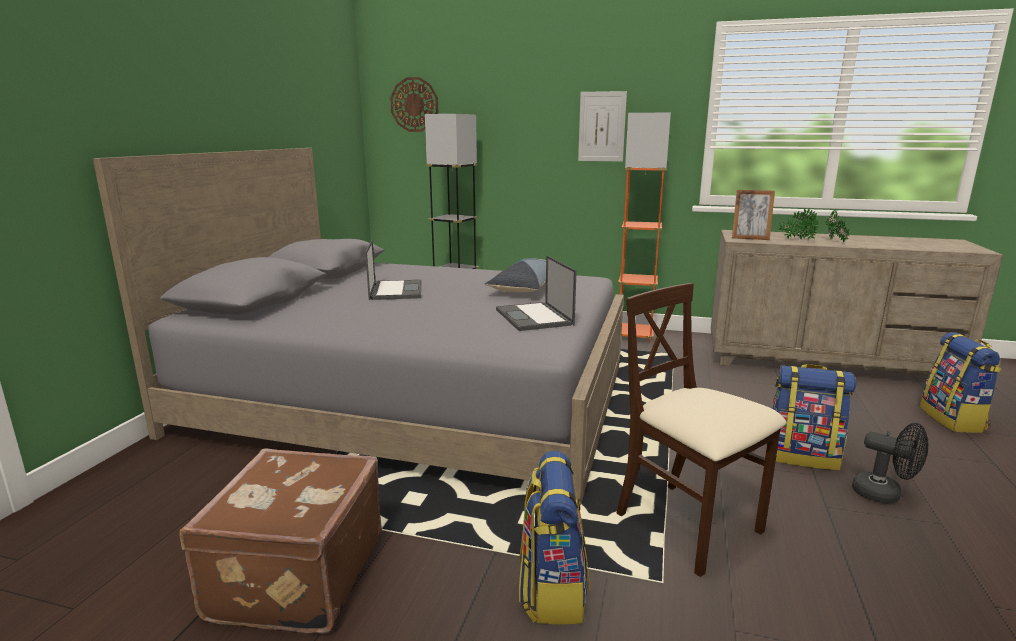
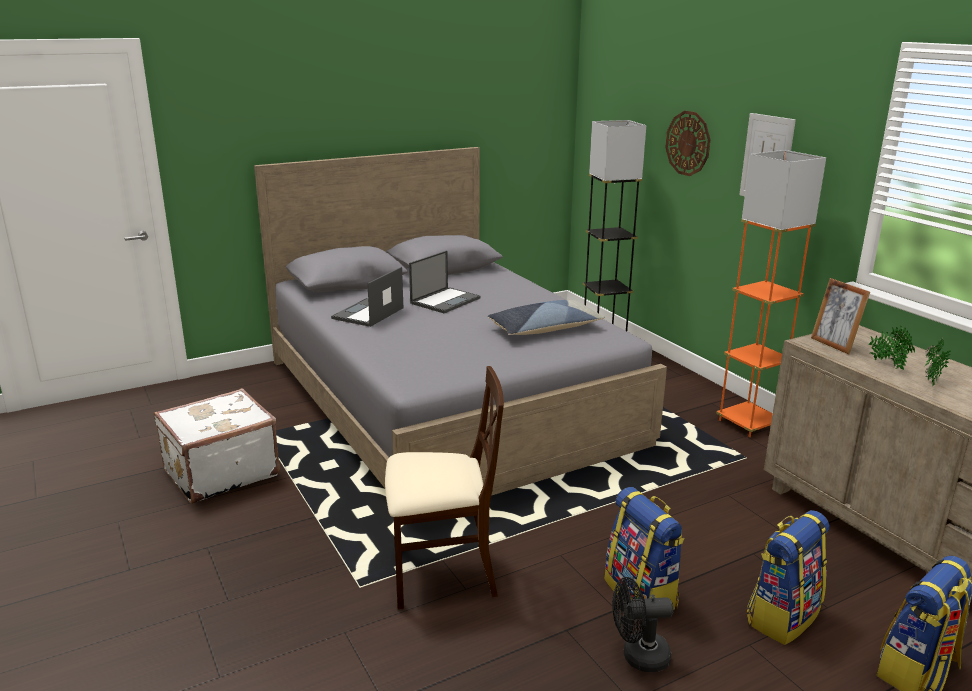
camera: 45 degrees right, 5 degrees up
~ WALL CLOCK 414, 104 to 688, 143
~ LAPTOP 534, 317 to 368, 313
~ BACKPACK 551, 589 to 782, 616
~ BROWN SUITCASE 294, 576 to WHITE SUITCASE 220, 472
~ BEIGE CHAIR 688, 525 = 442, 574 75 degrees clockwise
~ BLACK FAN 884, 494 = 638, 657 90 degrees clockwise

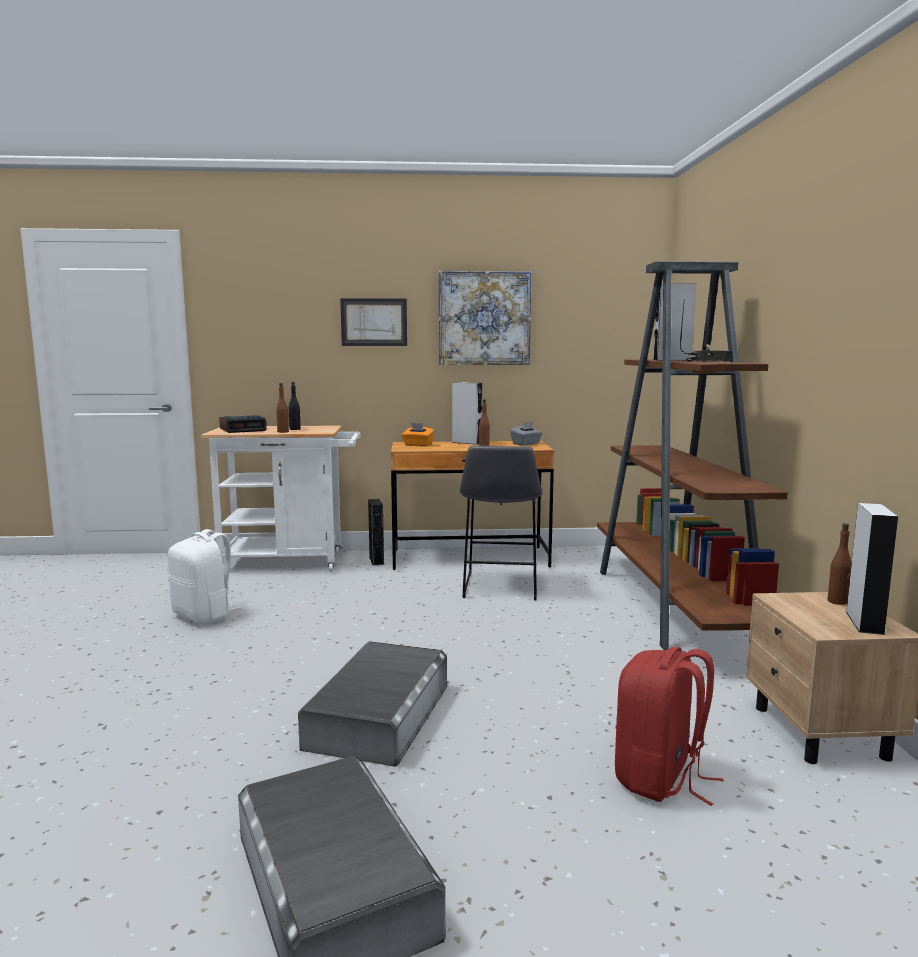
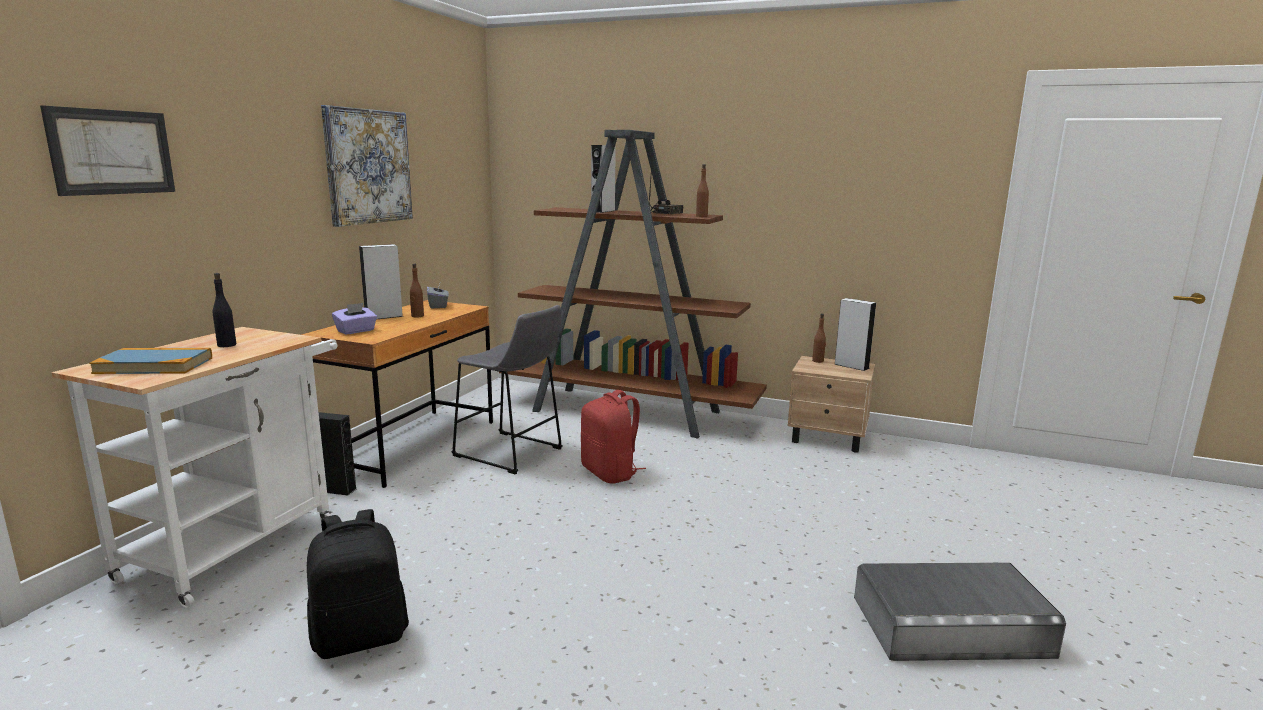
camera: 65 degrees left, 5 degrees up
- GREY STORAGE BOX 379, 716
~ BROWN BOTTLE 283, 432 to 701, 216
~ PICTURE 374, 322 to 112, 152
~ RED BACKPACK 660, 779 to 610, 473
~ ALARM CLOCK 243, 430 to BOOK 154, 365
~ WHITE BACKPACK 204, 616 to BLACK BACKPACK 361, 637
~ ORANGE TISSUE BOX 418, 445 to PURPLE TISSUE BOX 356, 331

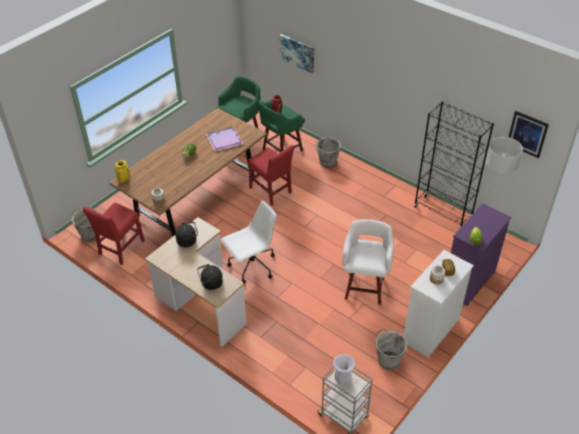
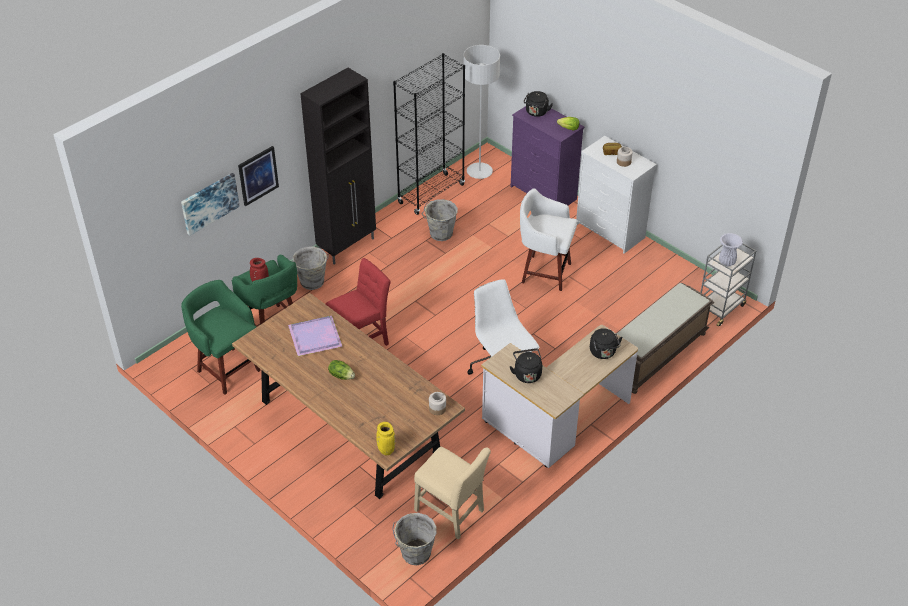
camera: 85 degrees left, 0 degrees up
+ BLACK CABINET 347, 246
+ BLACK KETTLE 536, 113
+ BROWN BENCH 656, 354
~ GREY BUCKET 388, 360 to 440, 234
~ PICTURE 527, 134 to 258, 175
~ RED CHAIR 120, 249 to BEIGE CHAIR 451, 513

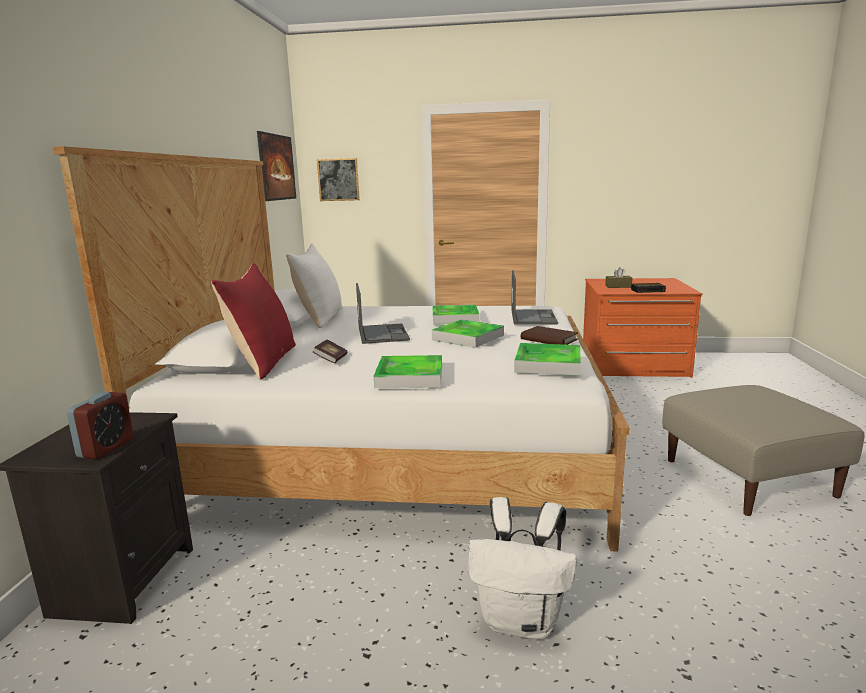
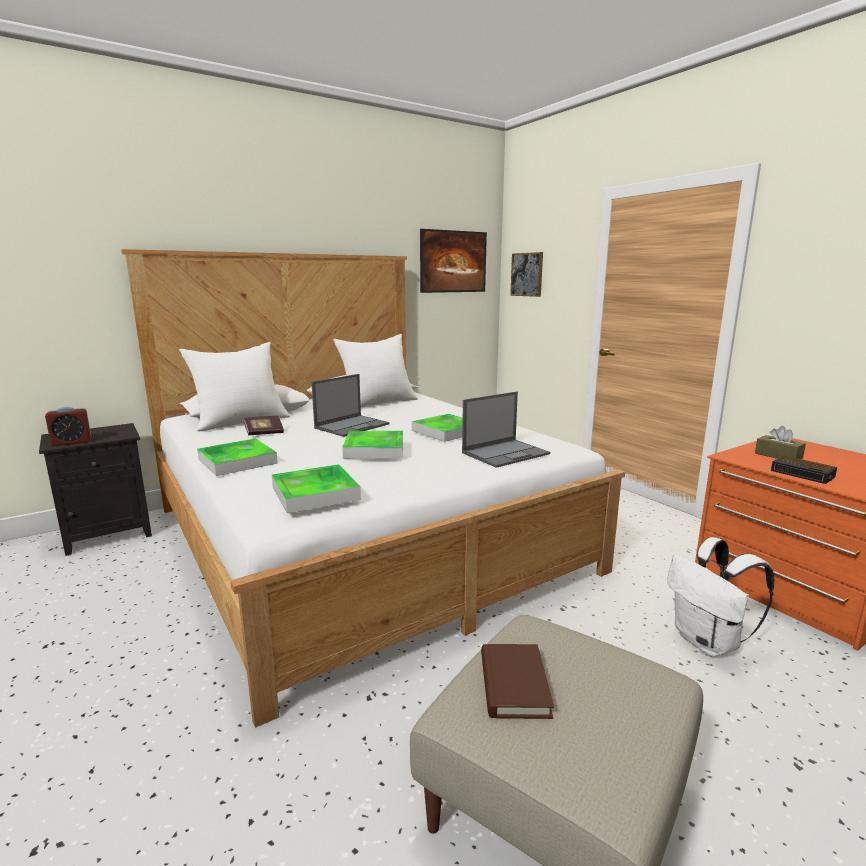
camera: 50 degrees right, 0 degrees up
~ WHITE BACKPACK 521, 621 to 708, 642
~ BROWN BOOK 548, 339 to 514, 684
~ RED PILLOW 264, 362 to WHITE PILLOW 241, 422

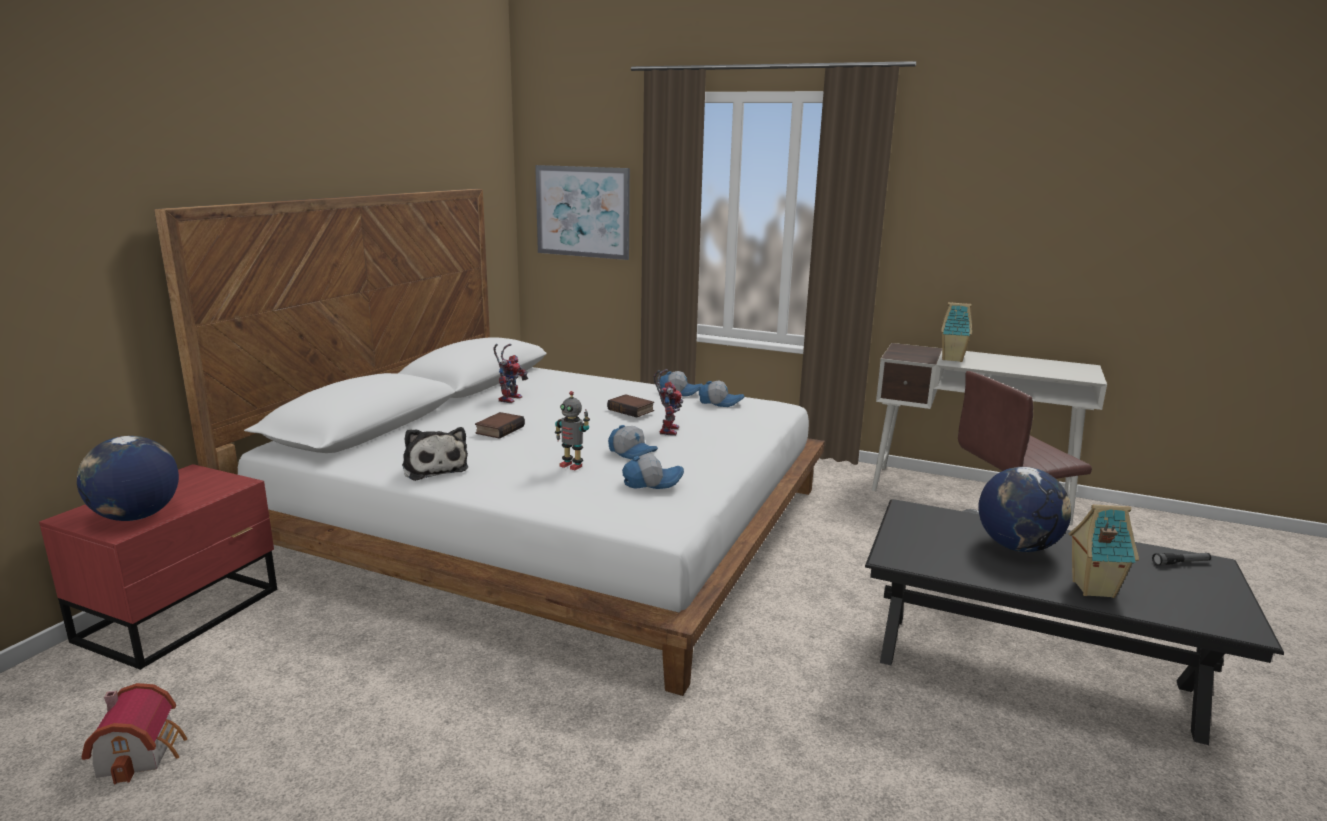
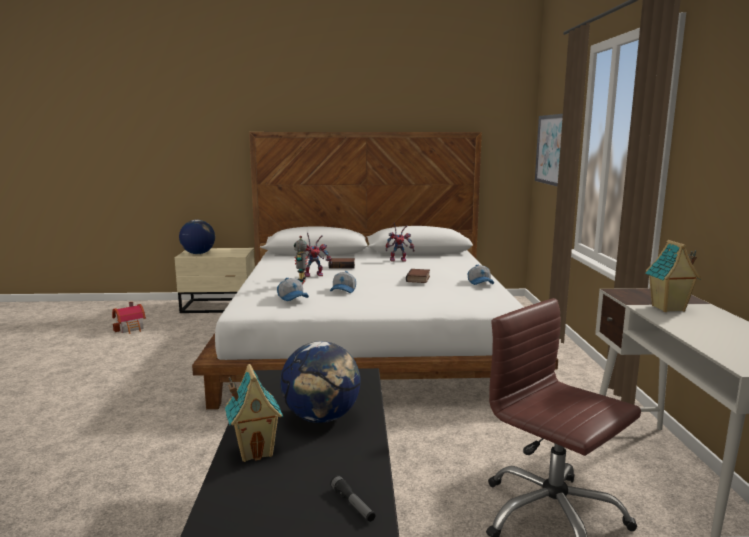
camera: 65 degrees right, 5 degrees down
- PLUSH TOY 434, 468
- CAP 720, 402
~ TOY ROBOT 667, 429 to 315, 274
~ RED NIGHTSTAND 184, 614 to BEIGE NIGHTSTAND 220, 306

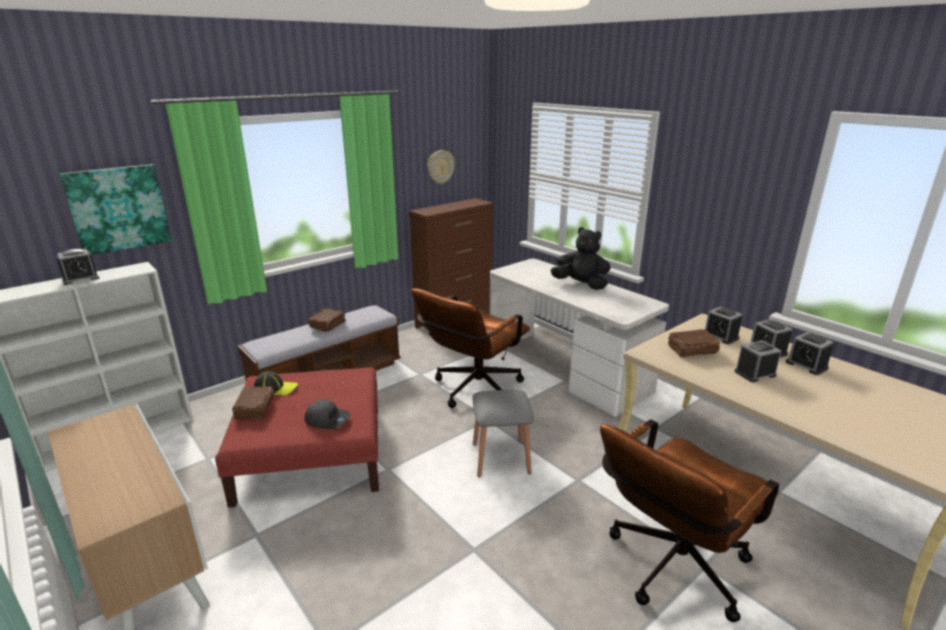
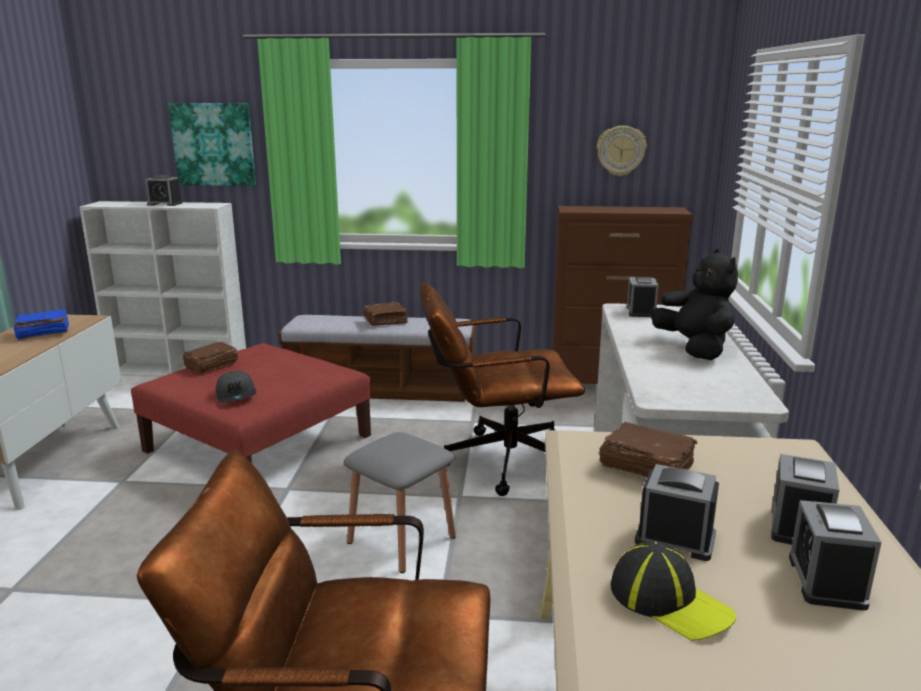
camera: 45 degrees right, 5 degrees down
+ BLUE BOOK 42, 333
~ CAP 275, 388 to 669, 601
~ ALARM CLOCK 720, 336 to 641, 311

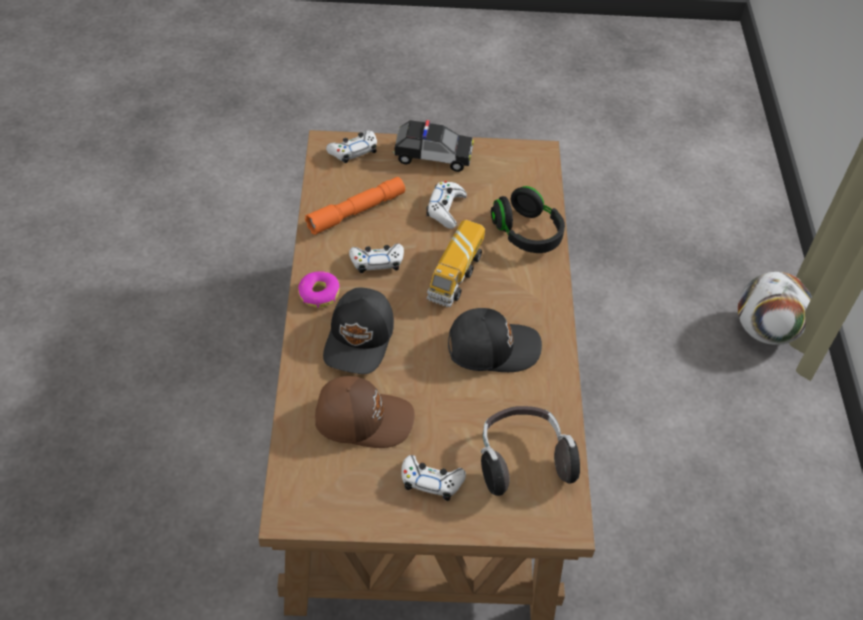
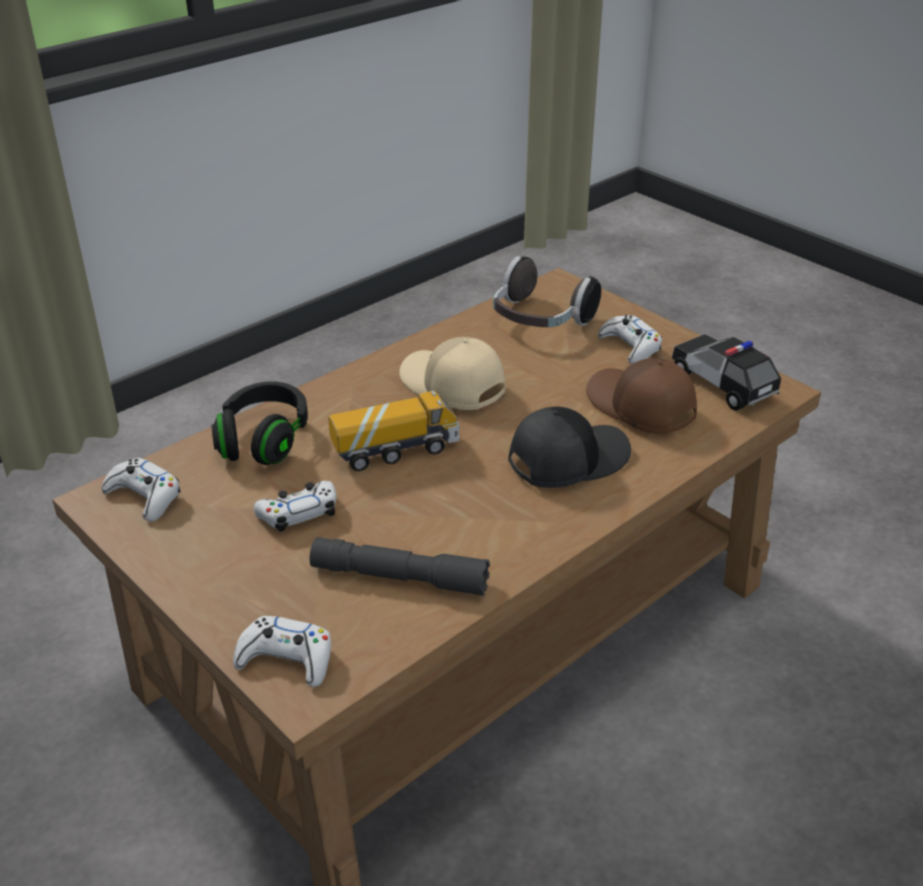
camera: 130 degrees left, 15 degrees down
- DONUT 319, 294
- FOOTBALL 765, 330
~ WHITE GAME CONTROLLER 377, 261 to 144, 497
~ TOY CAR 432, 156 to 723, 385
~ ORANGE FLASHLIGHT 356, 211 to GREY FLASHLIGHT 399, 577
~ BLACK CAP 491, 347 to BEIGE CAP 452, 386

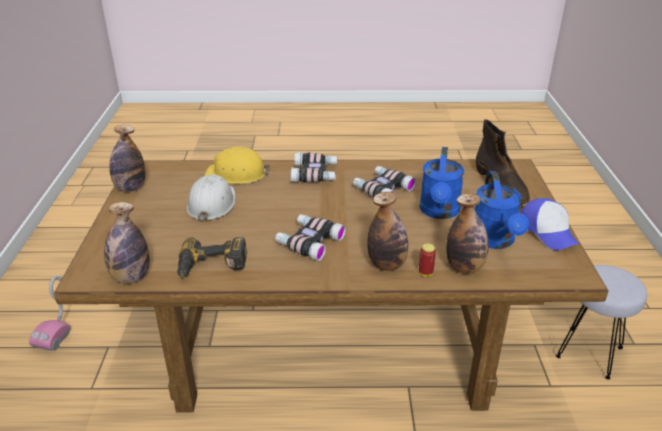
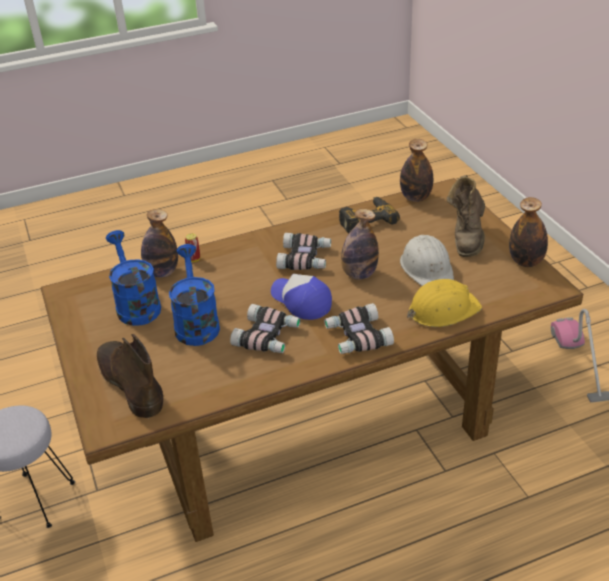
camera: 160 degrees right, 5 degrees up
+ BROWN BOOT 467, 238
~ BOTTLE 387, 264 to 359, 274
~ CAP 548, 231 to 301, 301

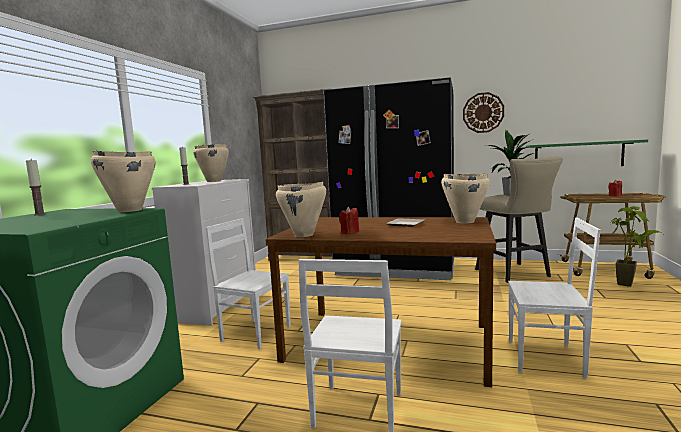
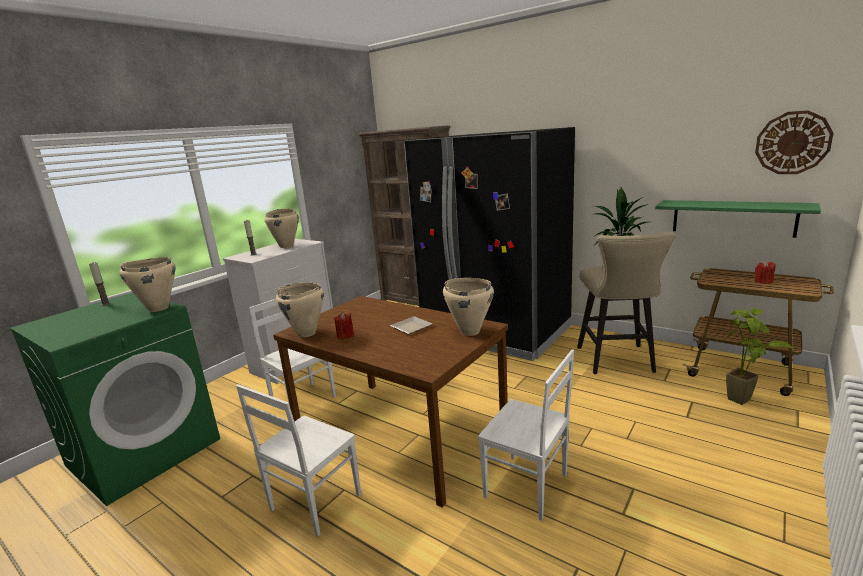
camera: 20 degrees right, 10 degrees up
~ WALL CLOCK 483, 112 to 792, 143

